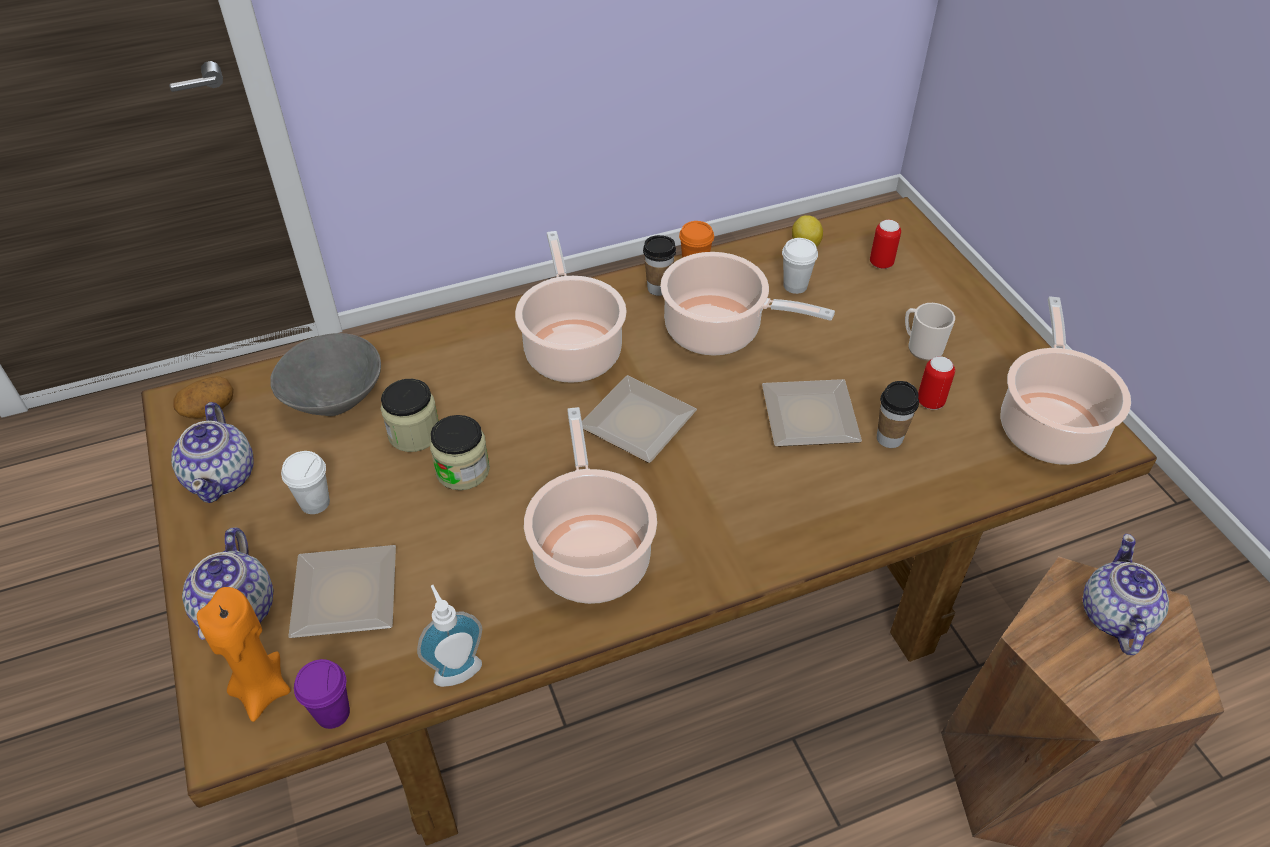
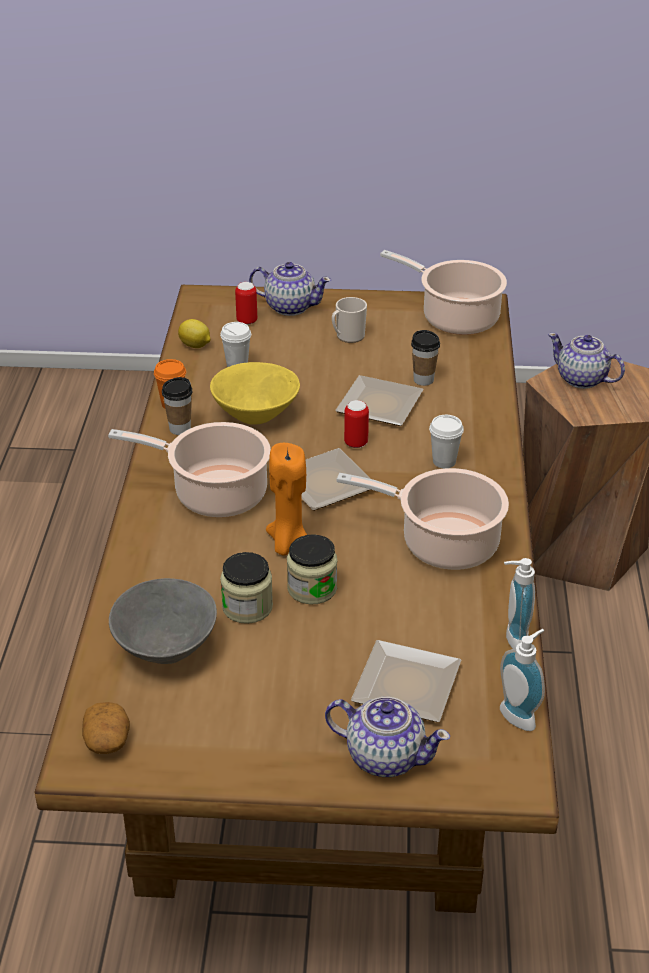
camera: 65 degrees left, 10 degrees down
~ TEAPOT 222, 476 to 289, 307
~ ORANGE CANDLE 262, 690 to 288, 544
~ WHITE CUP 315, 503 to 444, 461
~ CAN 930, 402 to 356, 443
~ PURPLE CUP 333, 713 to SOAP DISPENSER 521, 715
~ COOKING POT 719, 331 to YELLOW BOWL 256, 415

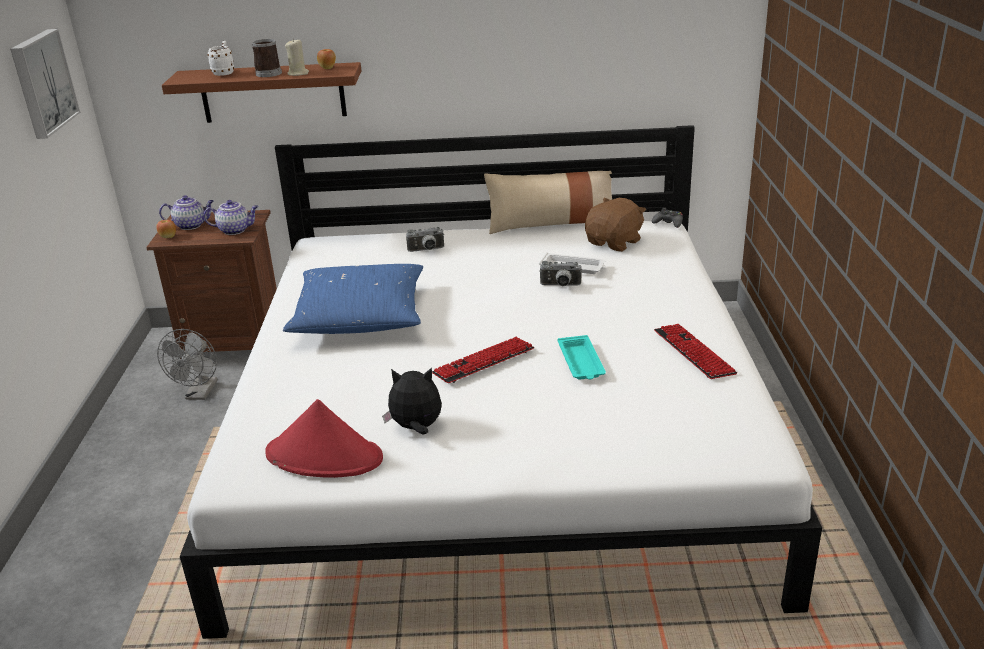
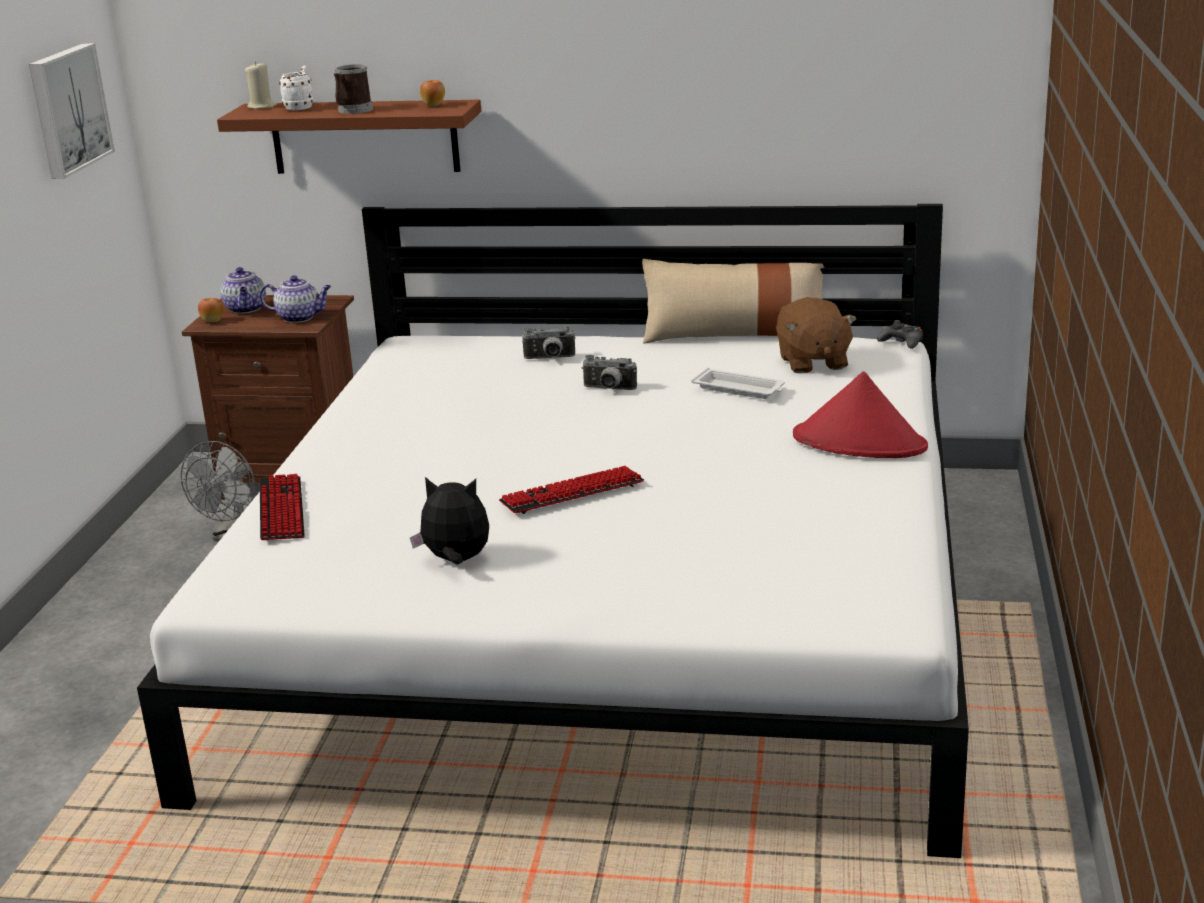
camera: 10 degrees right, 5 degrees down
- BLUE PILLOW 360, 316
- TURQUOISE TRAY 581, 363
~ RED HAT 325, 456 to 860, 442
~ BEIGE CANDLE 298, 73 to 262, 107
~ PHOTO CAMERA 560, 286 to 608, 389
~ KEYBOARD 693, 353 to 281, 510
~ TEAPOT 191, 225 = 246, 309 75 degrees clockwise
~ BROWN PLUSH TOY 614, 242 = 812, 362 120 degrees clockwise

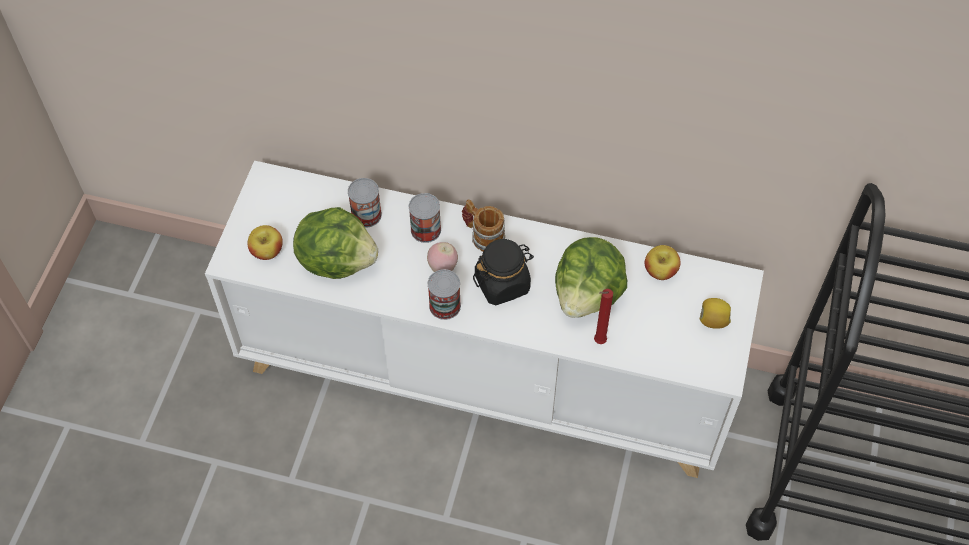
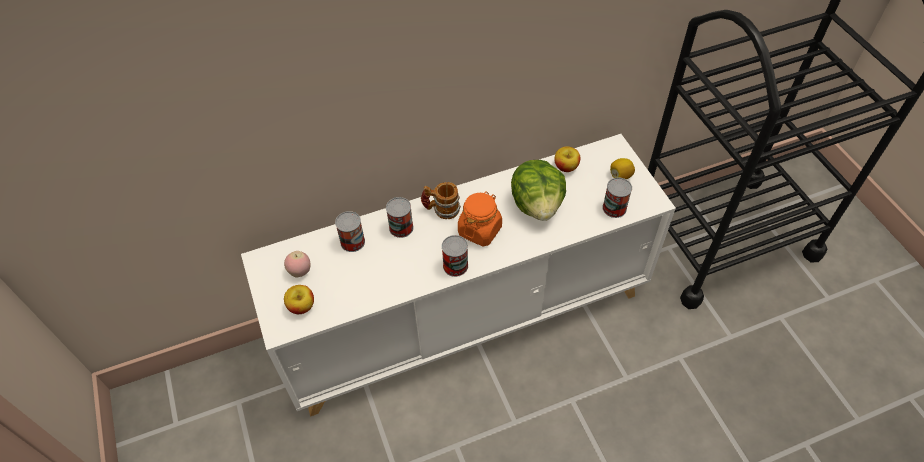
camera: 35 degrees left, 5 degrees down
- LETTUCE 337, 260
- RED CANDLE 598, 342
+ CAN 614, 208
~ APPLE 443, 267 to 300, 271
~ BLACK JAR 502, 283 to ORANGE JAR 480, 230

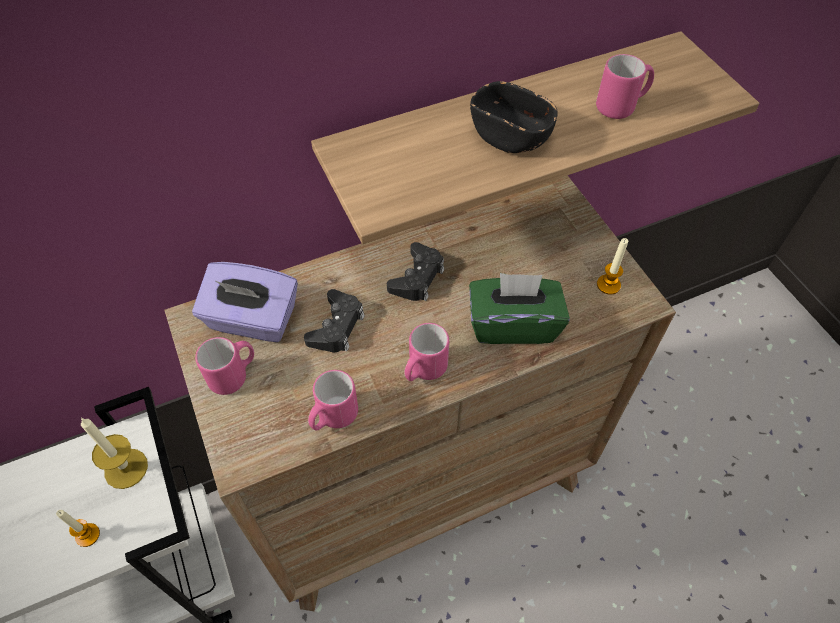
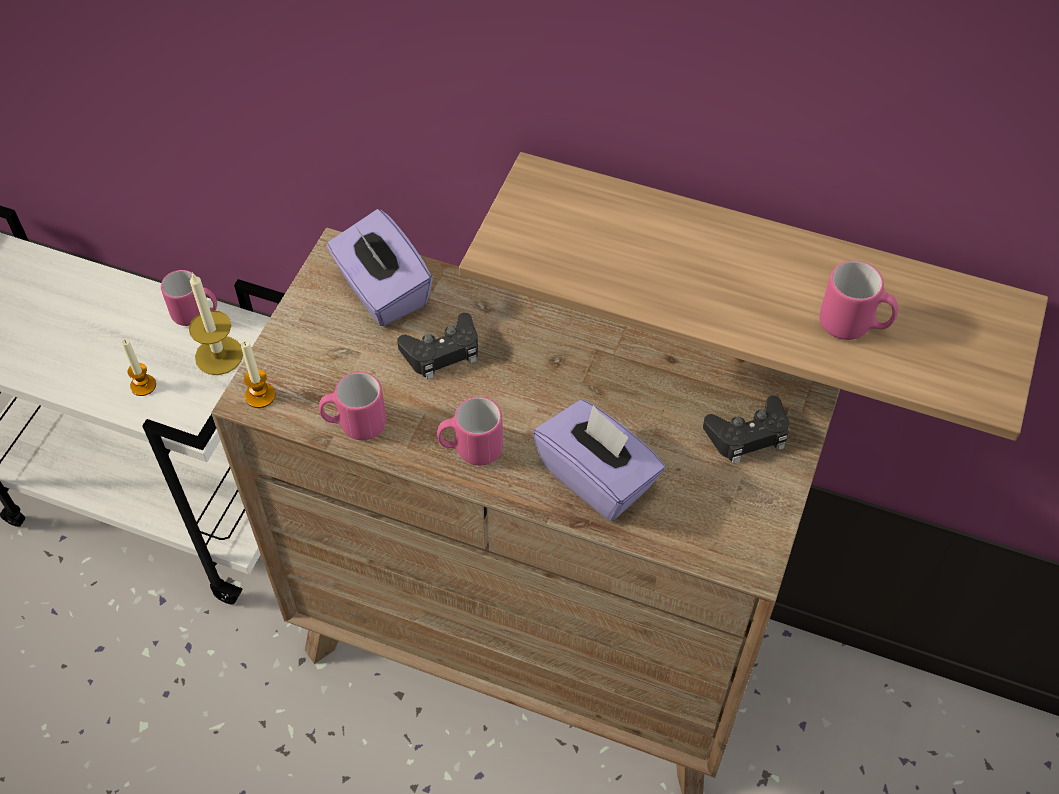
camera: 45 degrees right, 0 degrees up
- BLACK BOWL 510, 136
~ PINK MUG 234, 375 to 196, 314
~ BLACK GAME CONTROLLER 417, 278 to 748, 435
~ CANDLE 608, 285 to 260, 396
~ GREEN TISSUE BOX 513, 324 to PURPLE TISSUE BOX 597, 477

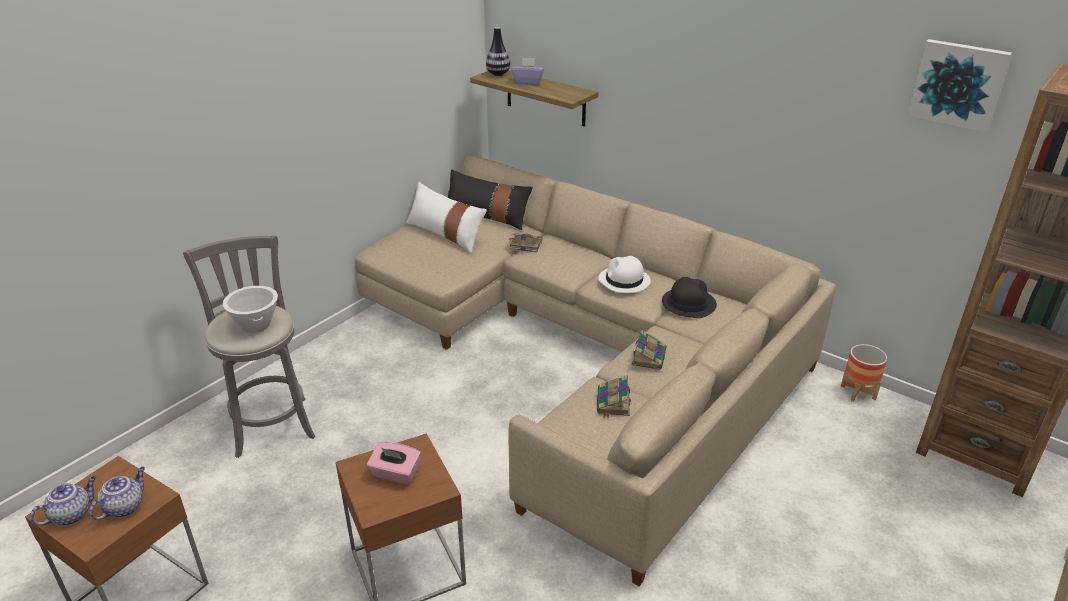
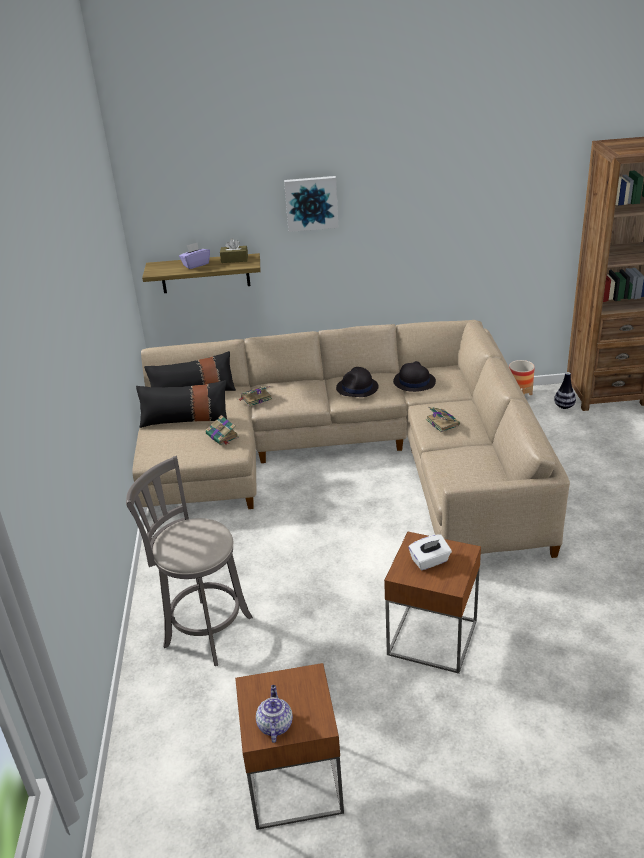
camera: 40 degrees left, 0 degrees up
- TEAPOT 125, 507
- WHITE BOWL 255, 325
+ BROWN TISSUE BOX 234, 259
~ VASE 498, 74 to 564, 406
~ BOOK 613, 403 to 222, 436
~ PICTURE 958, 84 to 311, 203
~ PINK TISSUE BOX 395, 474 to WHITE TISSUE BOX 430, 561
~ WHITE PILLOW 445, 234 to BLACK PILLOW 185, 419
~ WHITE HAT 624, 281 to BLACK HAT 357, 388

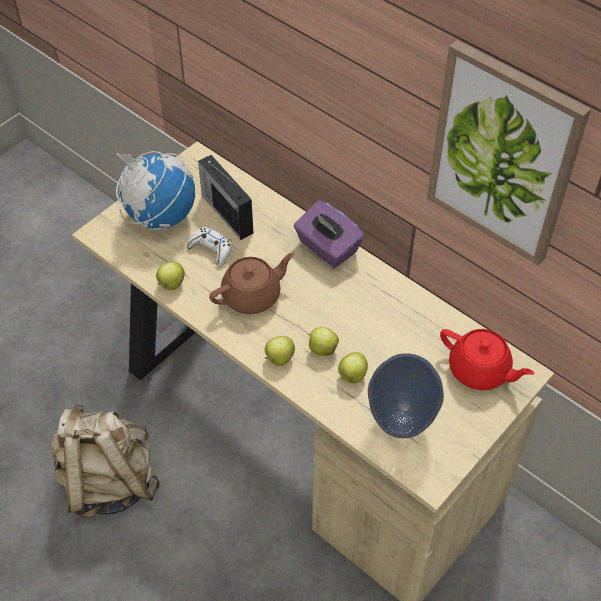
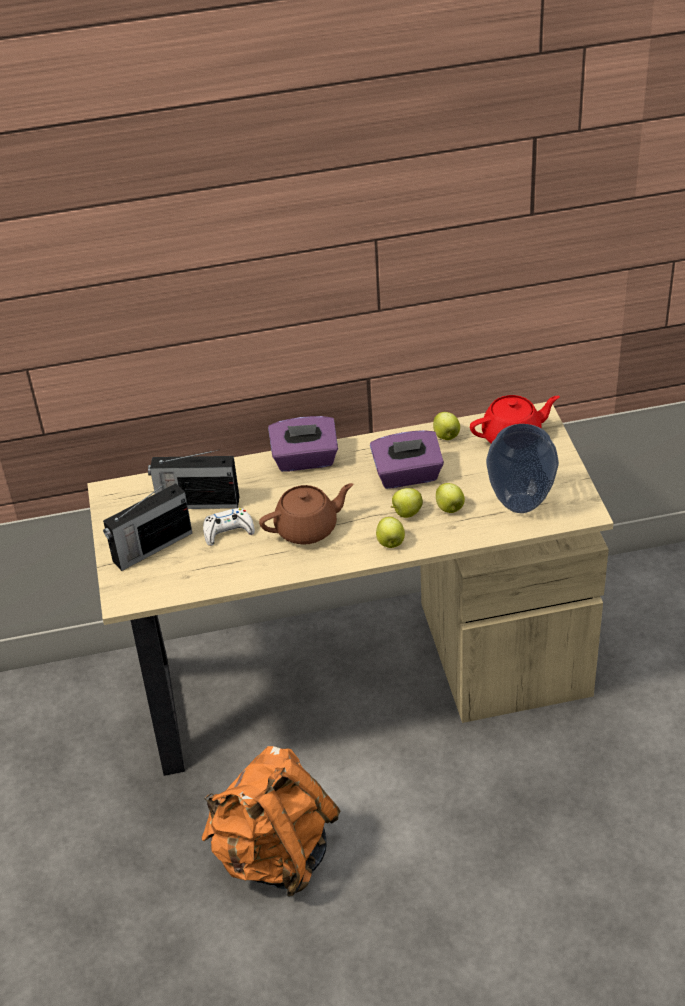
camera: 50 degrees left, 10 degrees down
- PICTURE 503, 155
+ PURPLE TISSUE BOX 407, 476
~ APPLE 171, 284 to 446, 436
~ GLOBE 160, 216 to RADIO 151, 547
~ BEIGE BACKPACK 108, 481 to ORANGE BACKPACK 275, 855
~ BROWN TEAPOT 252, 296 = 308, 528 60 degrees clockwise

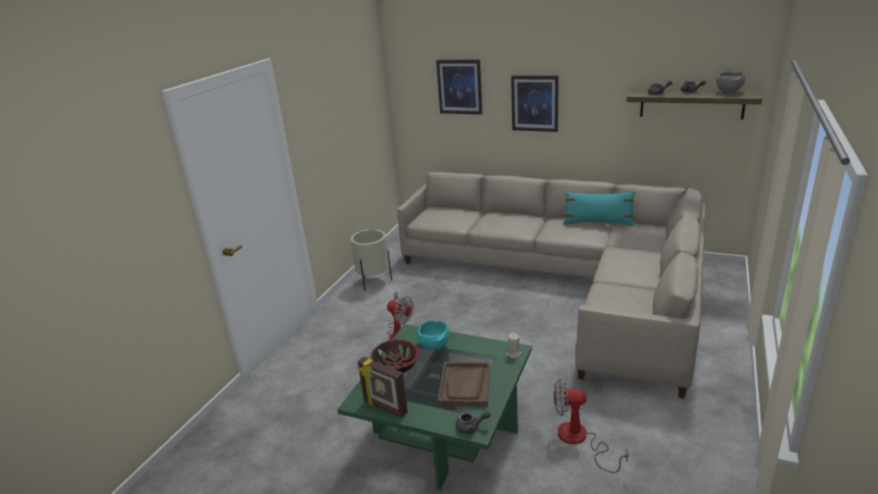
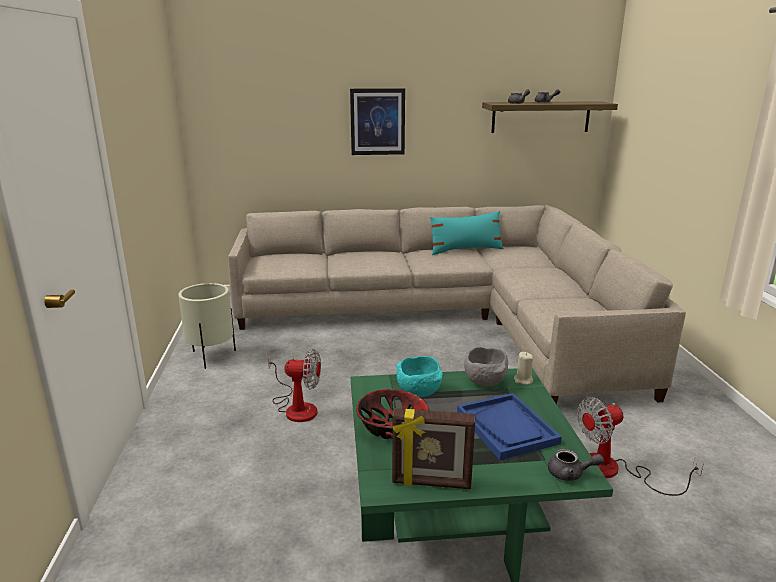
camera: 30 degrees left, 5 degrees down
- PICTURE 459, 87
~ GREY BOWL 729, 92 to 486, 383
~ BROWN TRAY 465, 385 to BLUE TRAY 507, 427
~ GREY TEAPOT 471, 427 = 570, 474 45 degrees clockwise

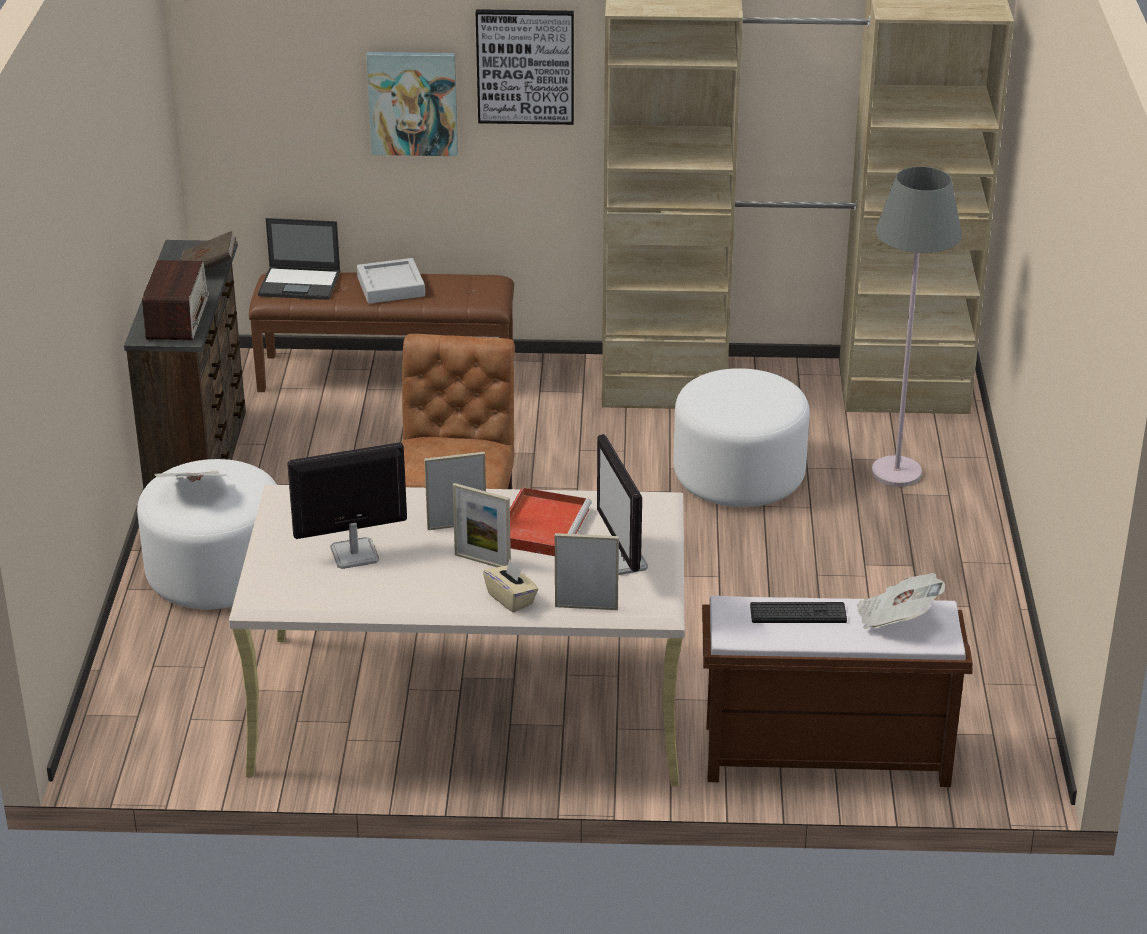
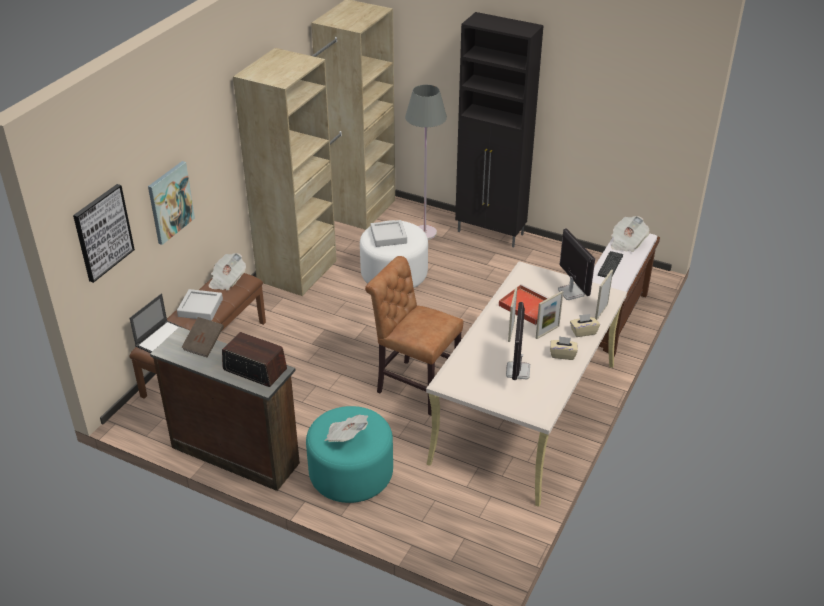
camera: 65 degrees left, 5 degrees up
+ NEWSPAPER 227, 280
+ GREY TRAY 388, 236
+ BLACK CABINET 491, 233
+ BEIGE TISSUE BOX 562, 354
~ PICTURE 525, 66 to 103, 232
~ WHITE OTTOMAN 216, 573 to TURQUOISE OTTOMAN 351, 474
~ MONITOR 622, 562 = 570, 292 120 degrees counterclockwise

